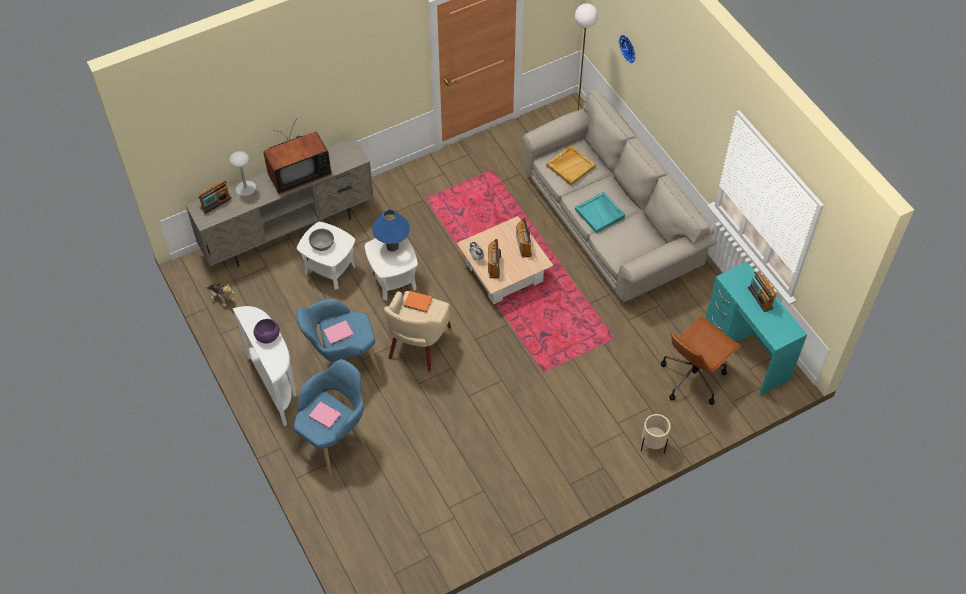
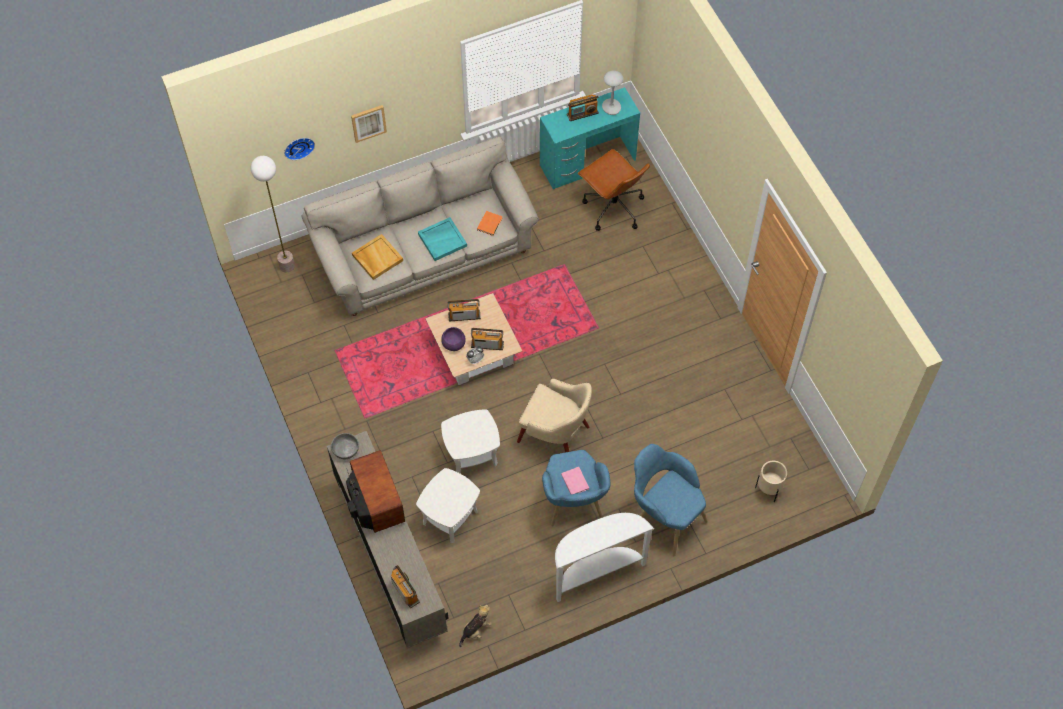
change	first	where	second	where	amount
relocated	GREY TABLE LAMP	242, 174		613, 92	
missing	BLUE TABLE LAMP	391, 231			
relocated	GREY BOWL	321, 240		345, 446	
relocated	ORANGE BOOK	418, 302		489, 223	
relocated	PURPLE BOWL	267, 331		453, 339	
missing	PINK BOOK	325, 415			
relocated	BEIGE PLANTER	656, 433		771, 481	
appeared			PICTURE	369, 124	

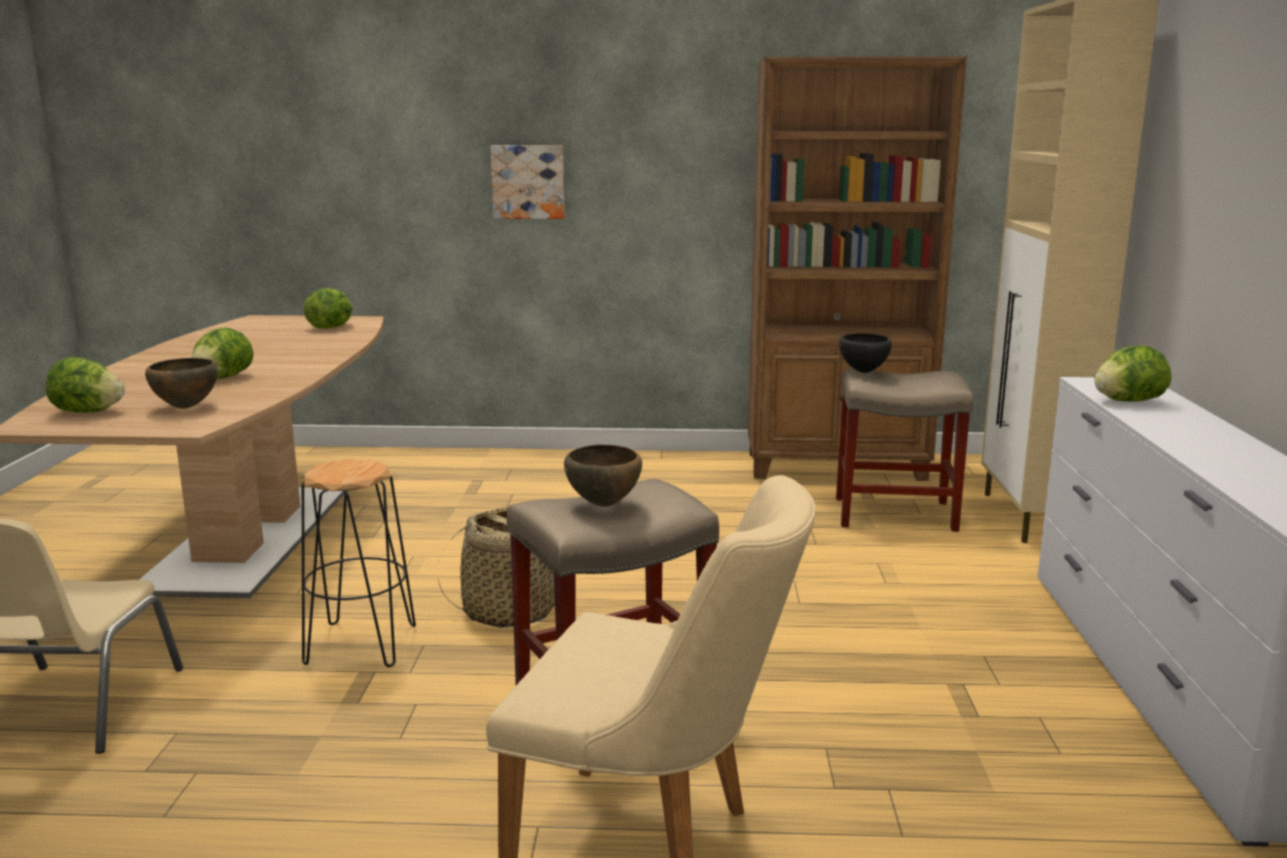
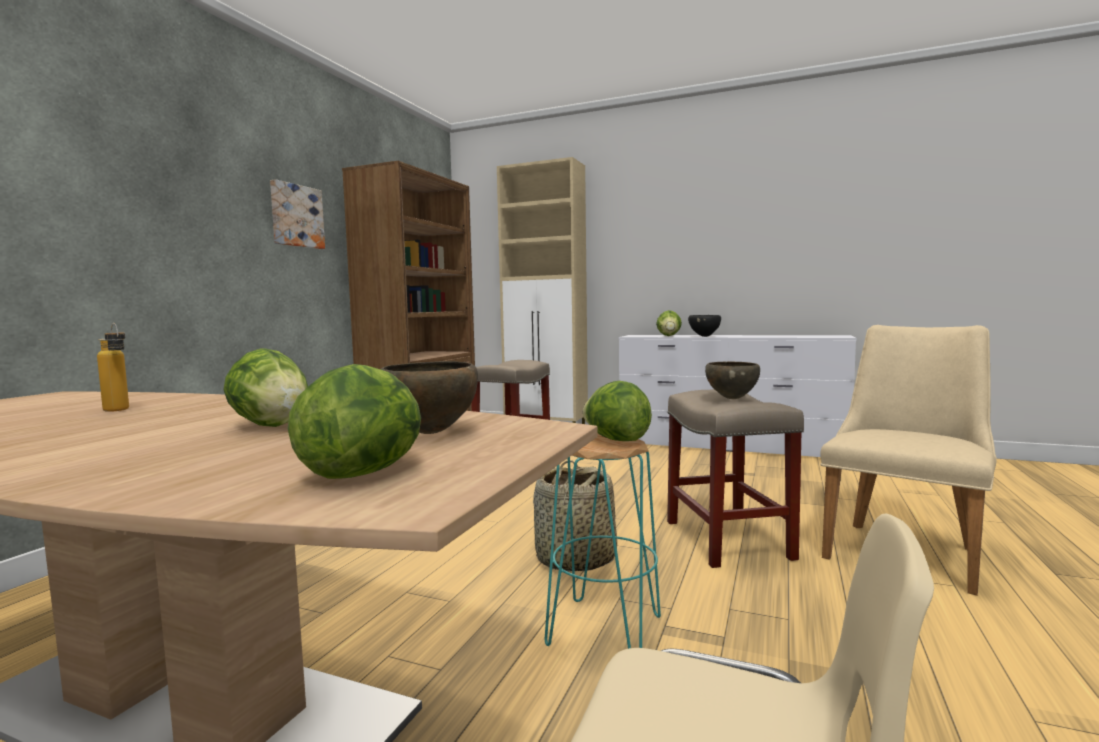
change	first	where	second	where	amount
relocated	PICTURE	527, 182		297, 214	
relocated	LETTUCE	328, 308		617, 411	
relocated	BLACK BOWL	865, 353		704, 326	
colour	BLACK STOOL	359, 563	TURQUOISE STOOL	603, 541	
appeared			BOTTLE	113, 367	

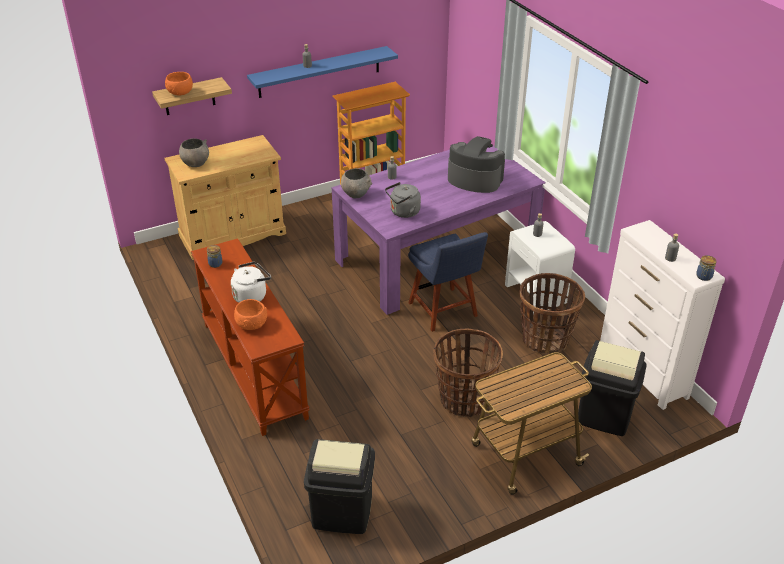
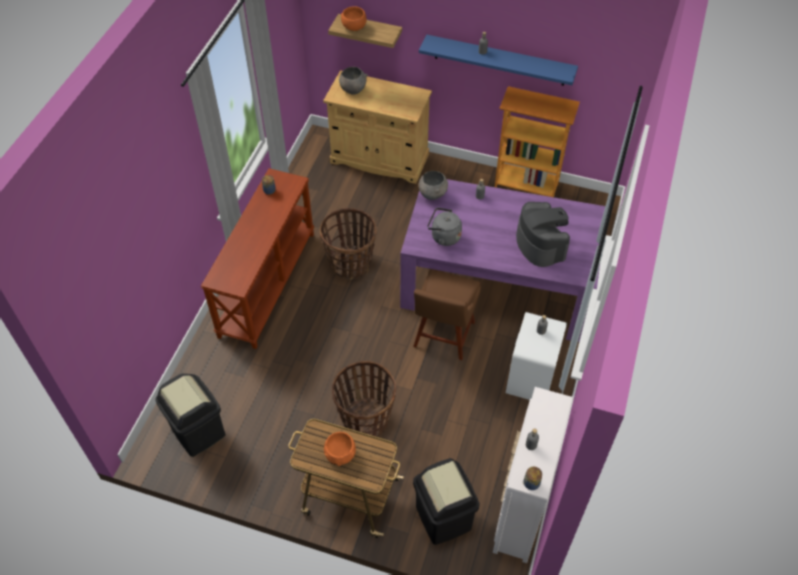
change	first	where	second	where	amount
colour	BLUE CHAIR	448, 282	BROWN CHAIR	447, 314	
missing	WHITE KETTLE	251, 282			
relocated	BASKET	552, 313		348, 244	
relocated	ORANGE BOWL	250, 314		340, 449	

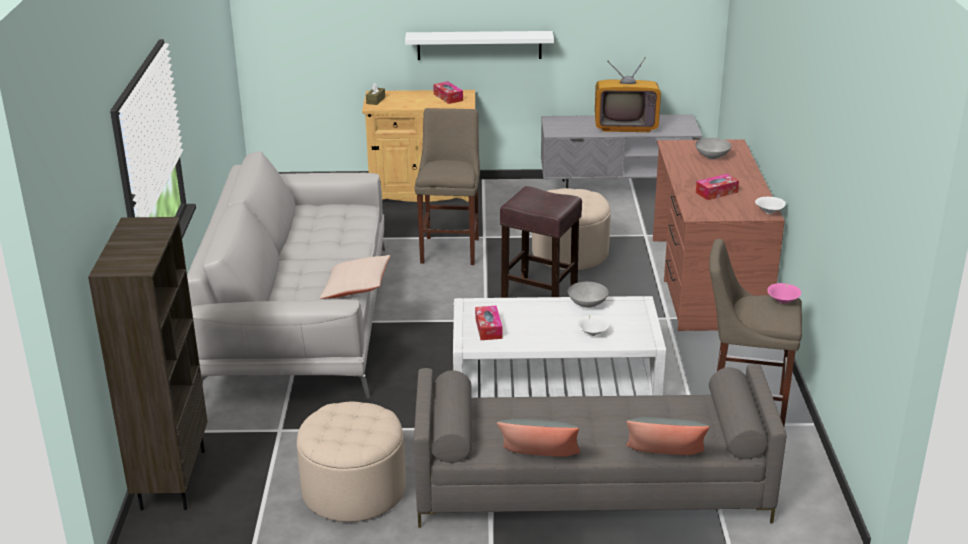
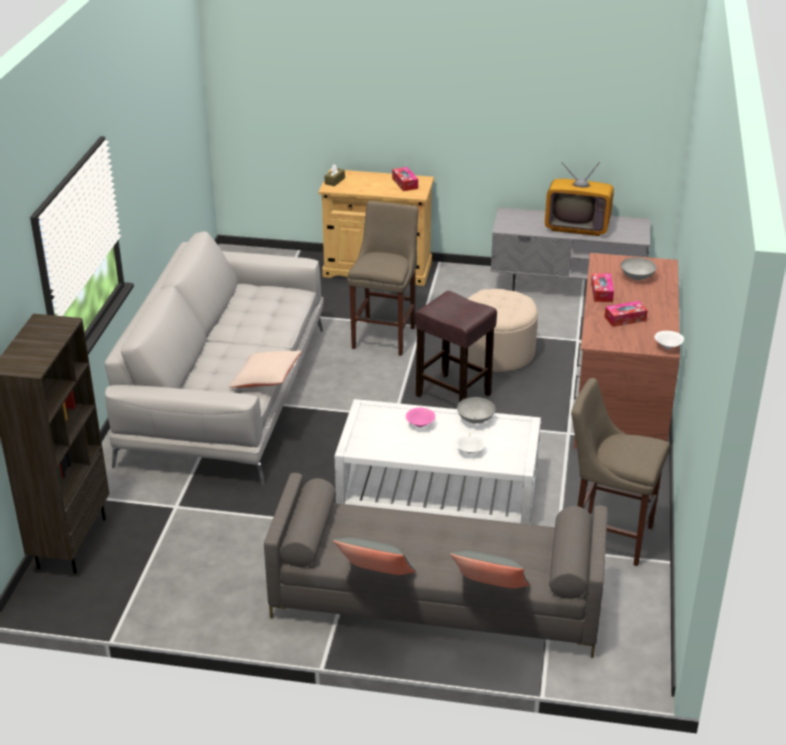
change	first	where	second	where	amount
missing	WHITE SHELF	479, 45			
relocated	PINK BOWL	784, 293		420, 417	
relocated	TISSUE BOX	488, 323		602, 287	
missing	BEIGE OTTOMAN	351, 462			

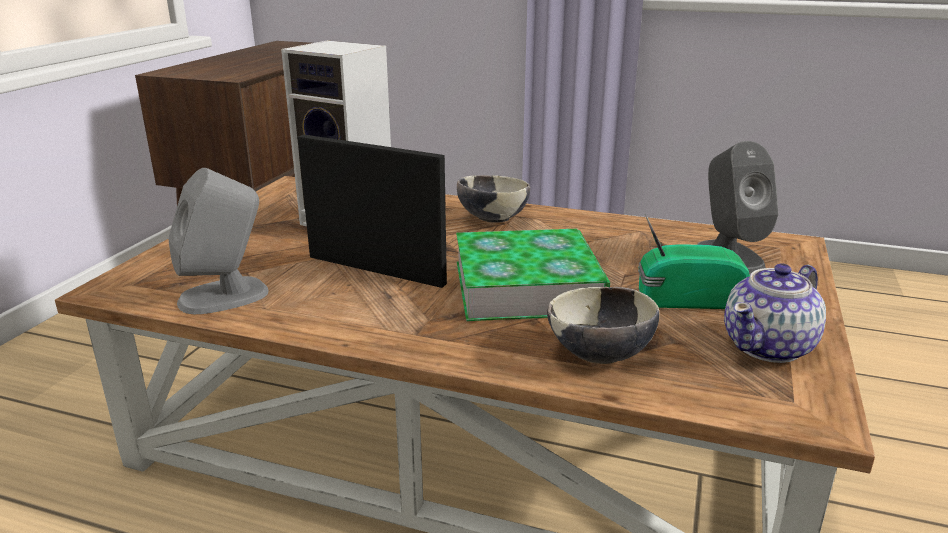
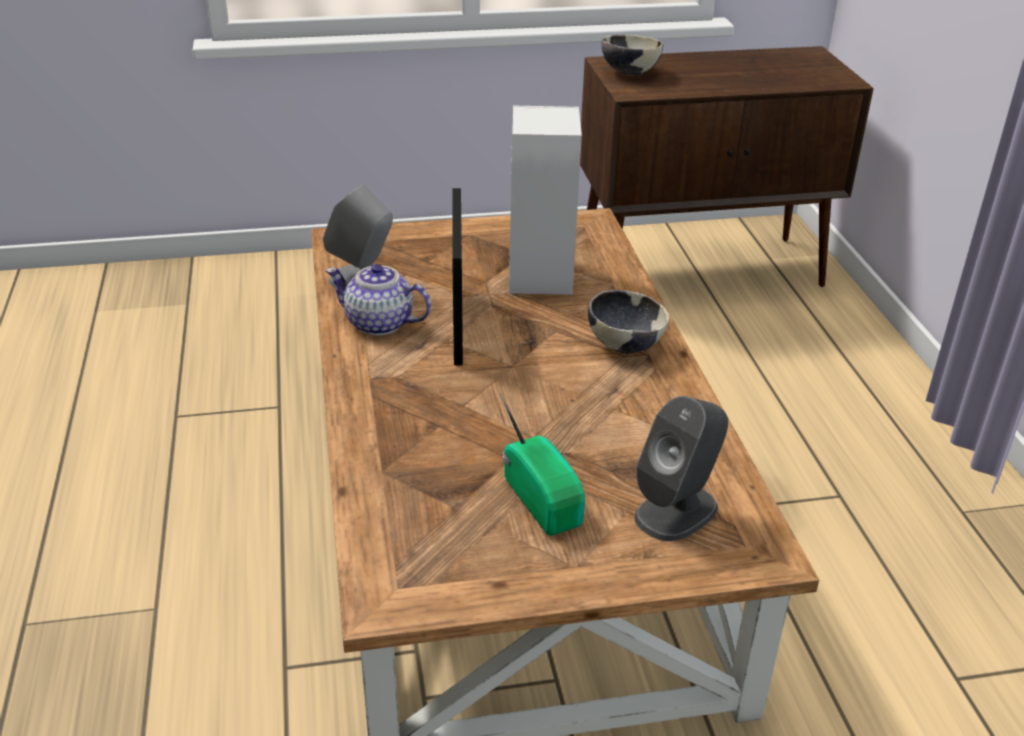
change	first	where	second	where	amount
missing	BOOK	533, 275			
relocated	TEAPOT	775, 313		378, 299	
relocated	BOWL	603, 325		632, 55	

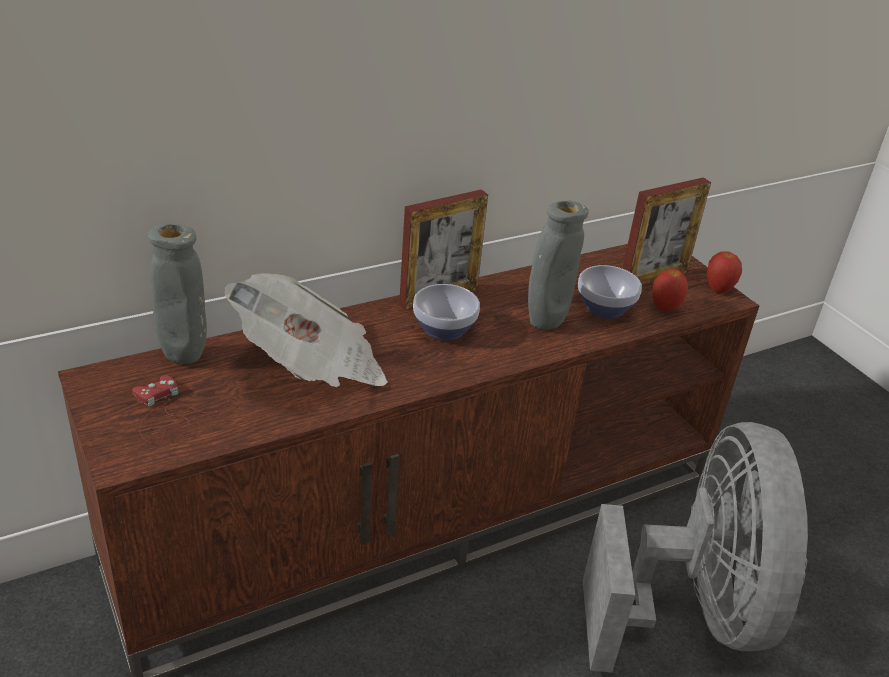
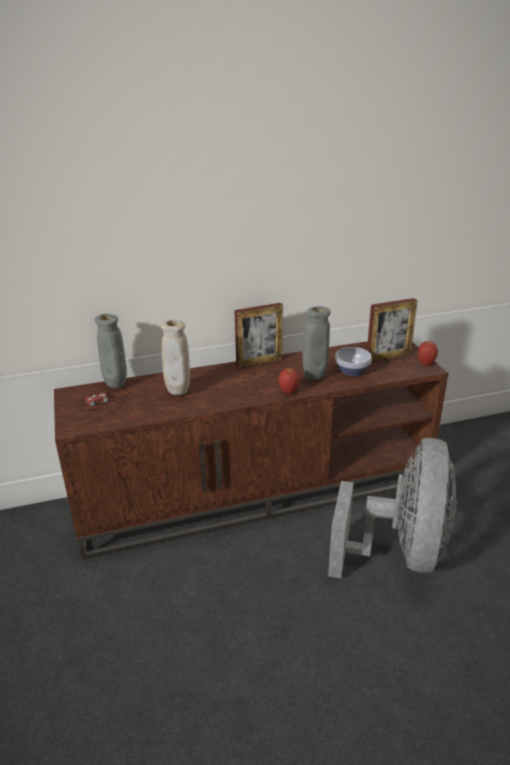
change	first	where	second	where	amount
relocated	APPLE	670, 290		289, 380	
exchanged	NEWSPAPER	306, 330	BEIGE VASE	175, 357	
missing	BOWL	446, 312			

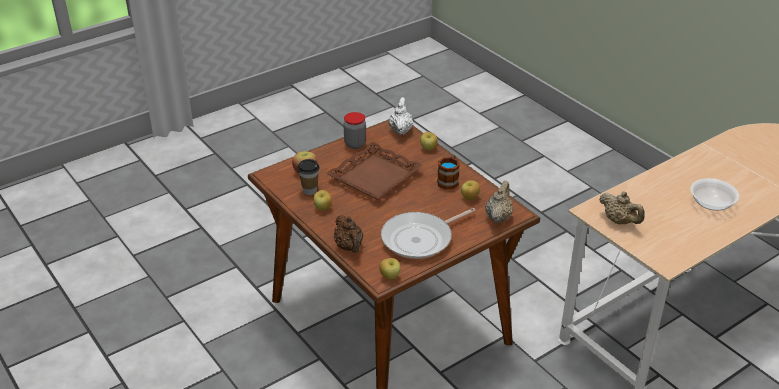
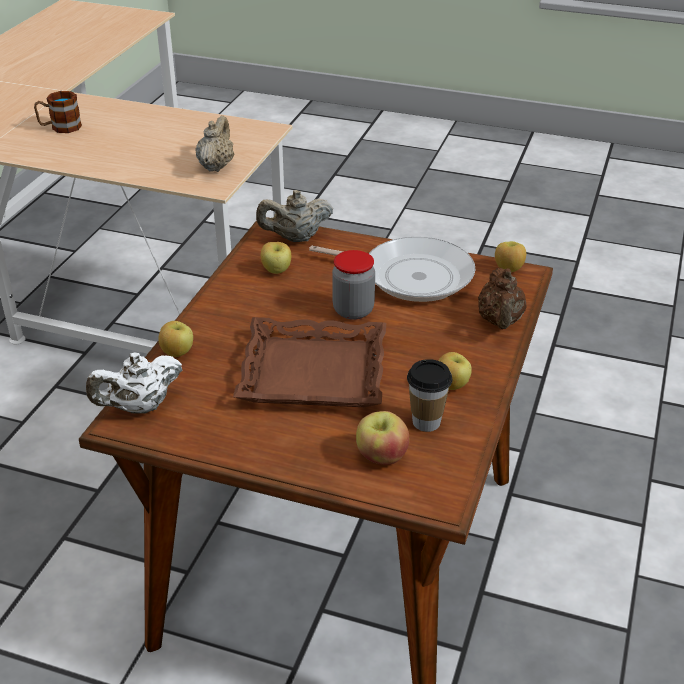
change	first	where	second	where	amount
relocated	JAR	354, 130		353, 285	
relocated	MUG	448, 172		58, 112	
missing	BOWL	714, 194			
spun	BROWN TEAPOT	348, 234		502, 298	150 degrees clockwise

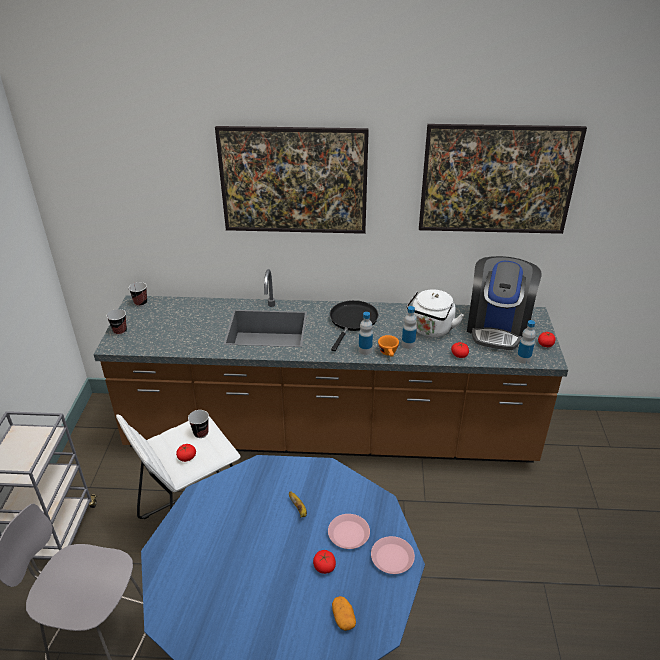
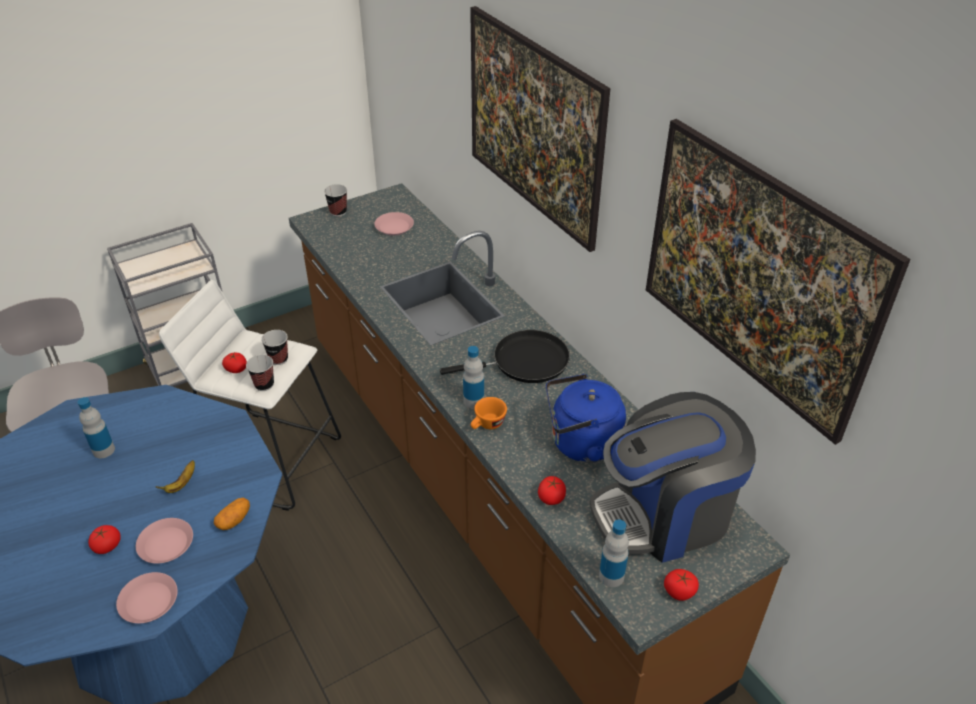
change	first	where	second	where	amount
relocated	CUP	138, 294		260, 373	
colour	WHITE KETTLE	435, 313	BLUE KETTLE	586, 418	
relocated	BOTTLE	409, 327		96, 427	
relocated	POTATO	344, 613		232, 513	
appeared			PINK PLATE	394, 223	

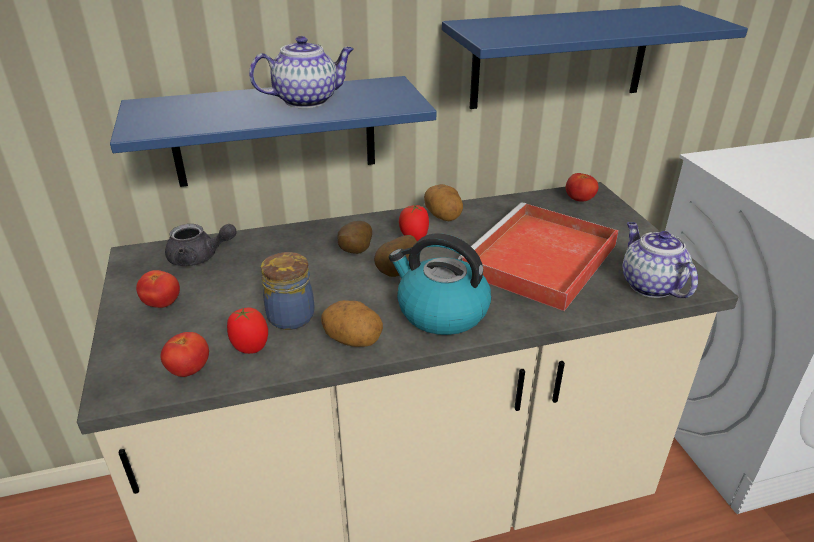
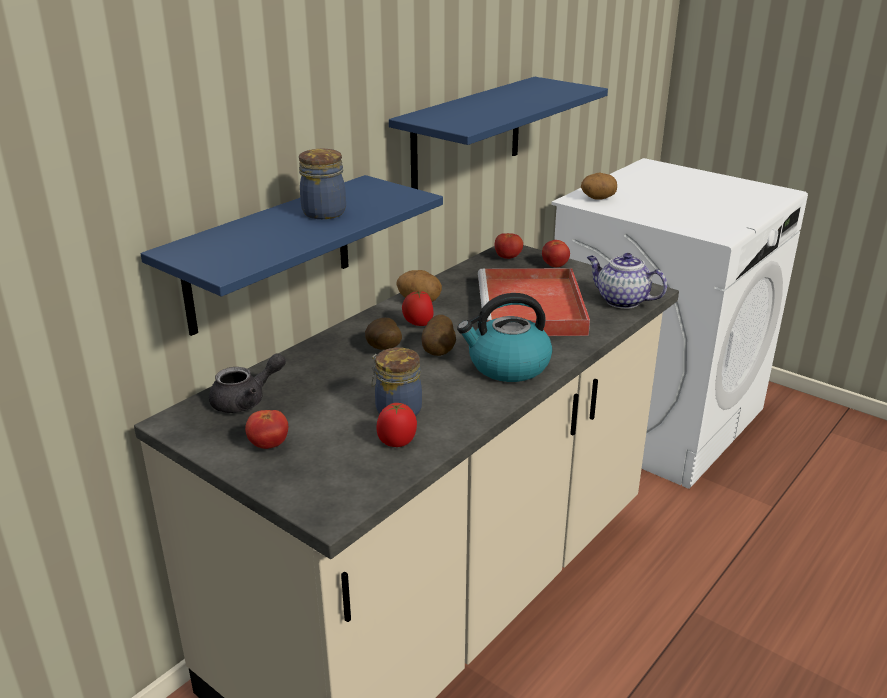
change	first	where	second	where	amount
exchanged	TEAPOT	301, 72	JAR	322, 184	
relocated	POTATO	352, 323		599, 186	
relocated	TOMATO	184, 354		556, 253	

